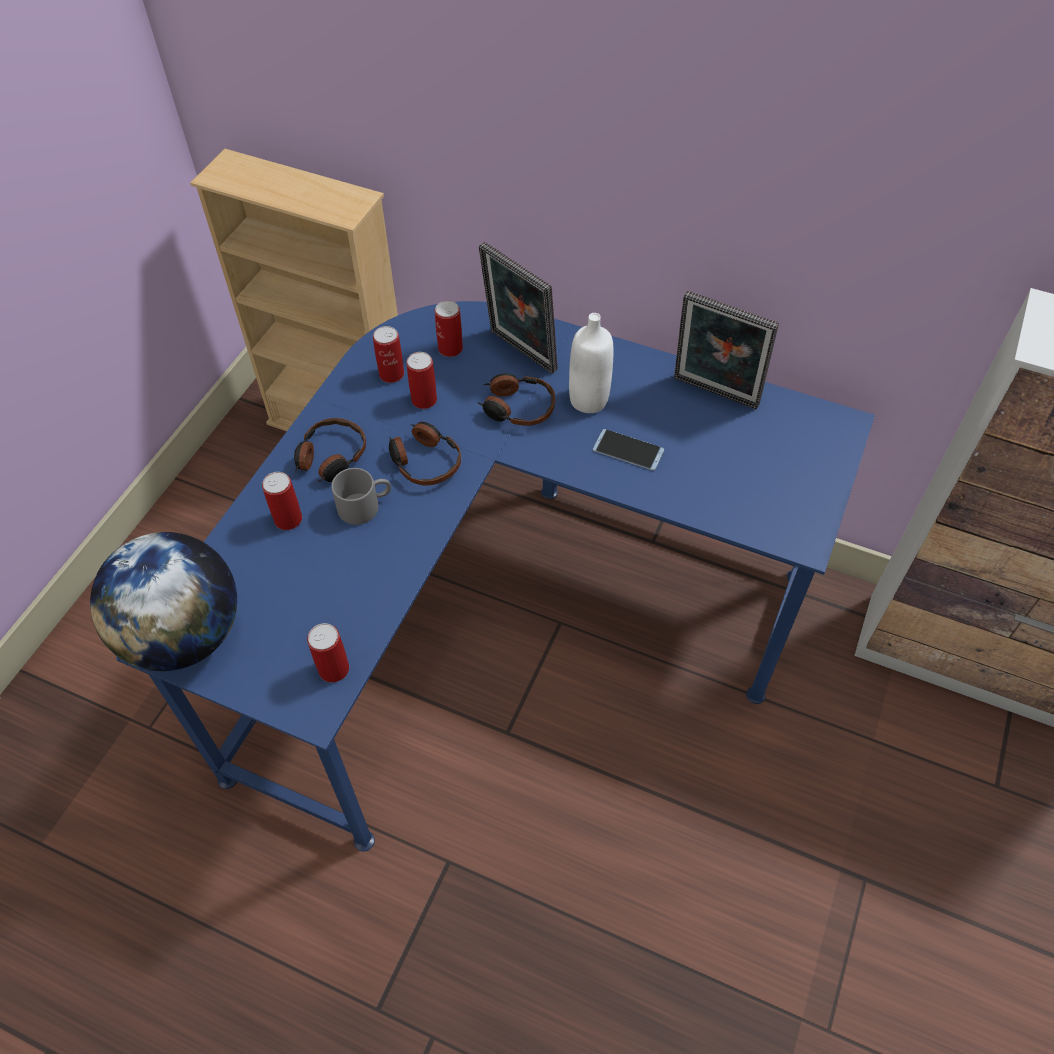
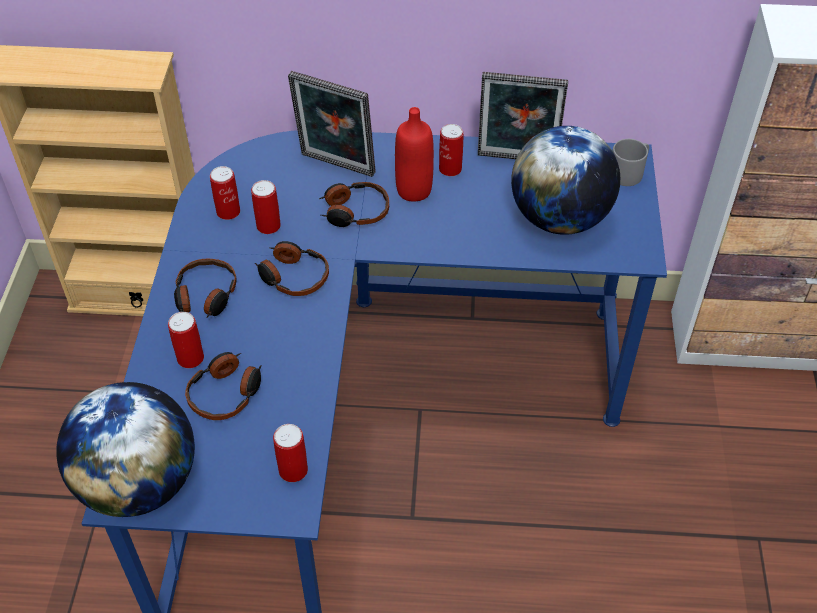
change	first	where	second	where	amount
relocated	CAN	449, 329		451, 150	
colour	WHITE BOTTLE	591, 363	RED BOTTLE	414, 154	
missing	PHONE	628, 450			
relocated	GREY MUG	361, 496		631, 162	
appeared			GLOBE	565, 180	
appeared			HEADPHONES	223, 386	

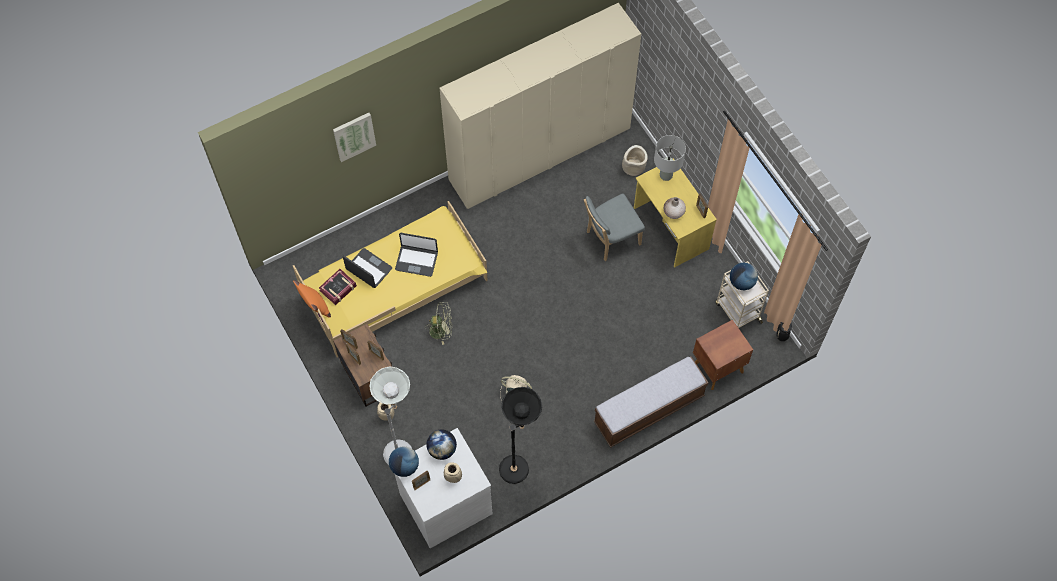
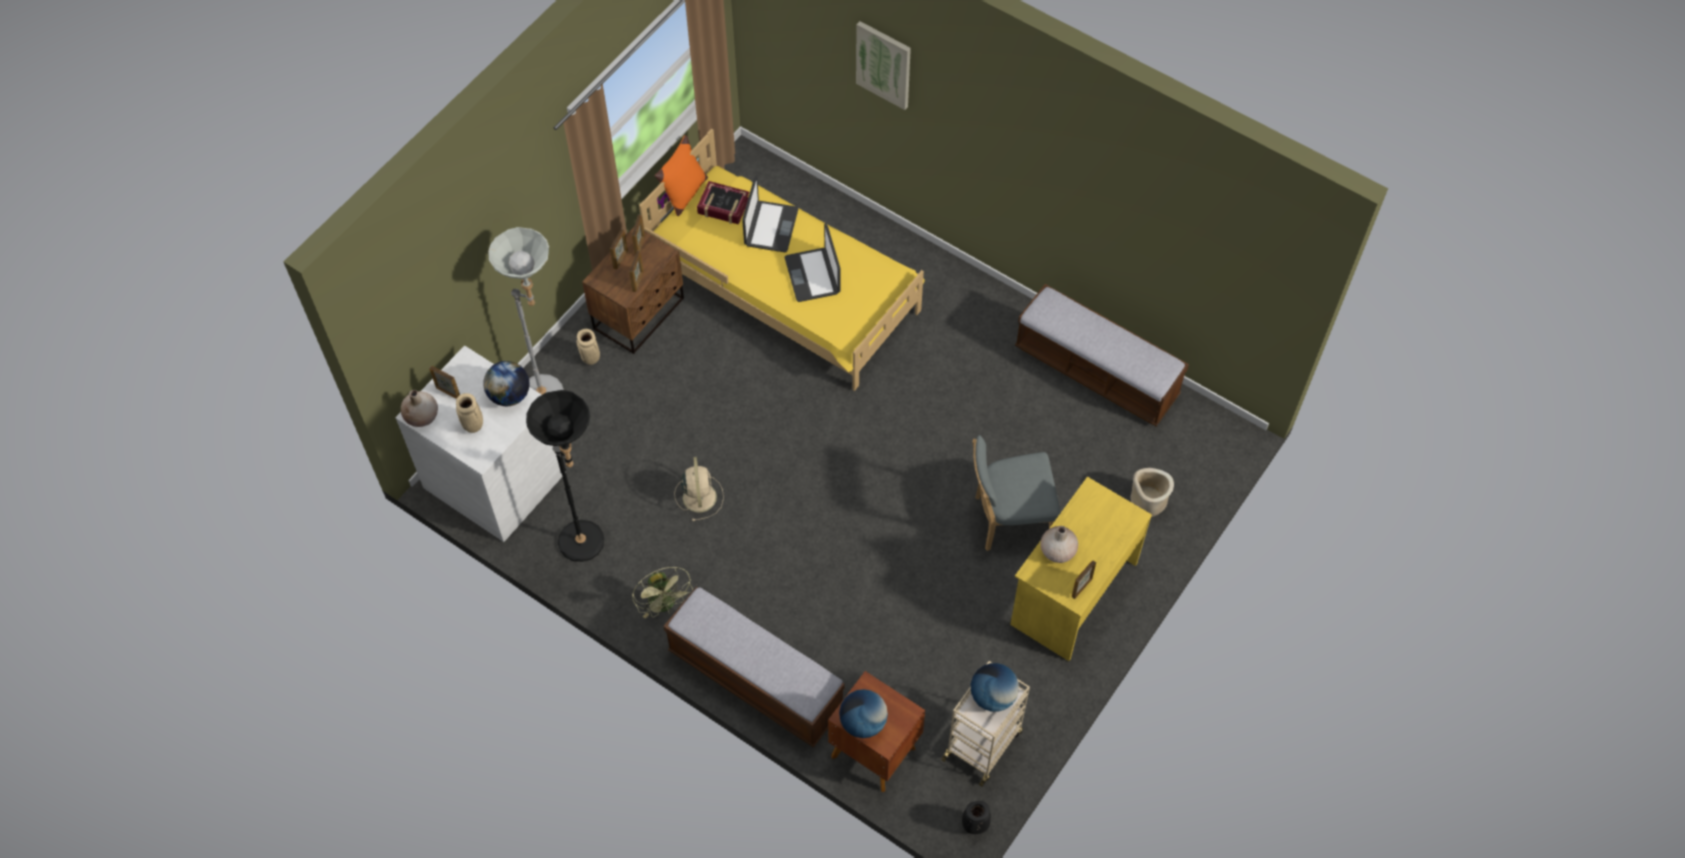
change	first	where	second	where	amount
exchanged	BEIGE WARDROBE	540, 106	BENCH	1102, 355	
missing	GREY TABLE LAMP	670, 158			
spun	GREY CHAIR	614, 227		1016, 493	45 degrees counterclockwise
relocated	GREEN FAN	438, 323		662, 592	
relocated	GLOBE	404, 461		863, 713	
appeared			BEIGE VASE	419, 408	

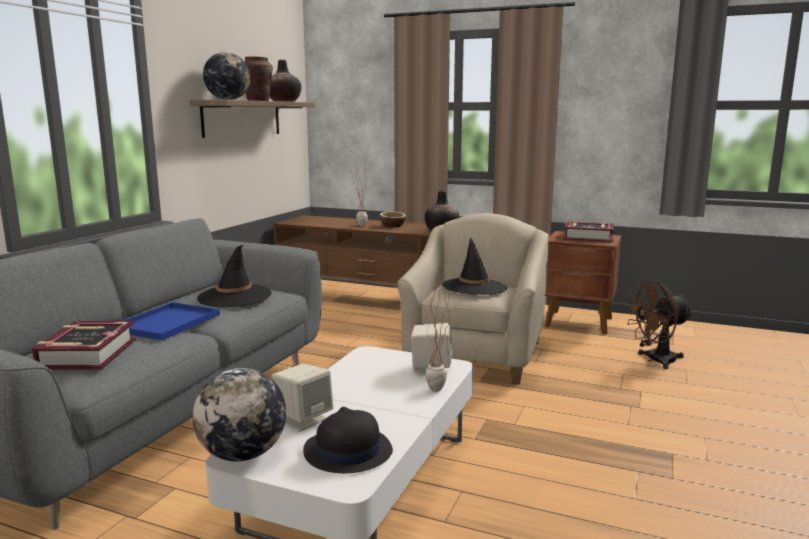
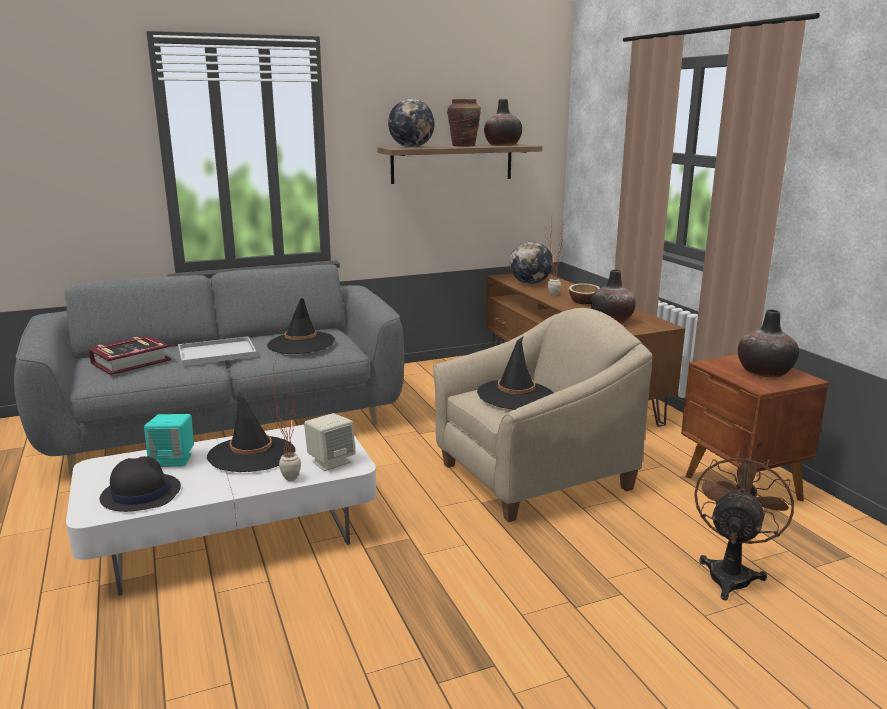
change	first	where	second	where	amount
exchanged	BOOK	589, 231	VASE	768, 344	
spun	BROWN FAN	658, 325		744, 525	90 degrees clockwise
colour	BLUE TRAY	171, 321	WHITE TRAY	217, 351	
colour	BEIGE SPEAKER	302, 398	TURQUOISE SPEAKER	169, 440	
relocated	GLOBE	239, 414		531, 262	
appeared			BLACK HAT	251, 431	

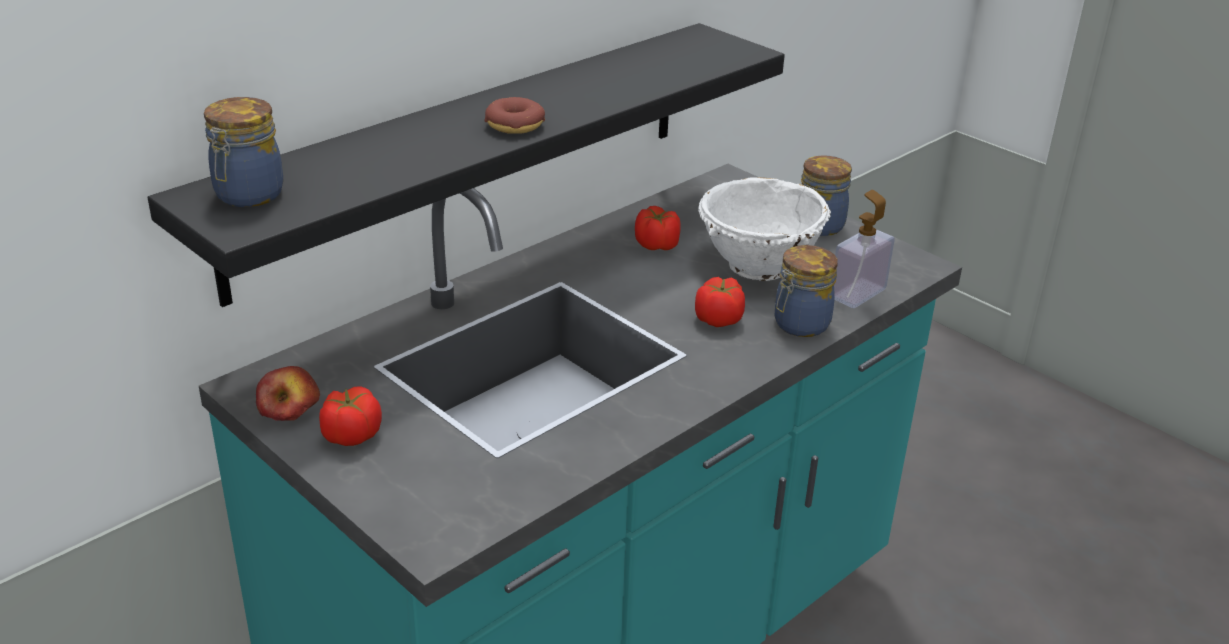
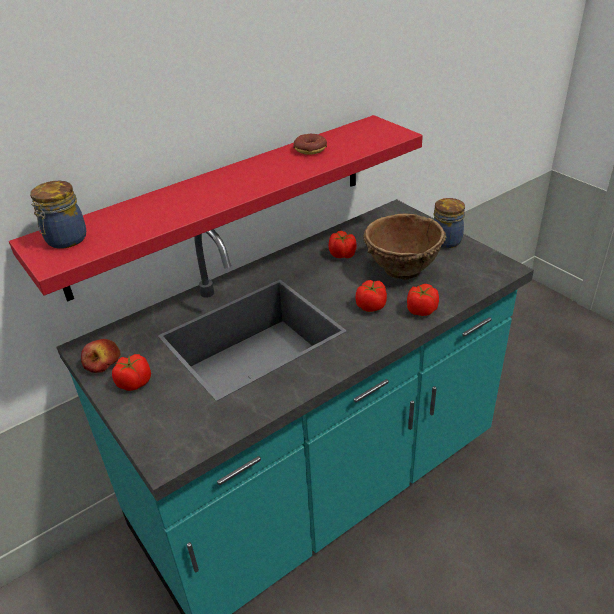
change	first	where	second	where	amount
colour	BLACK SHELF	466, 165	RED SHELF	216, 208	
relocated	DONUT	515, 115		310, 144	
colour	WHITE BOWL	764, 229	BROWN BOWL	404, 246	
missing	SOAP DISPENSER	864, 249			
exchanged	JAR	806, 291	TOMATO	423, 300	

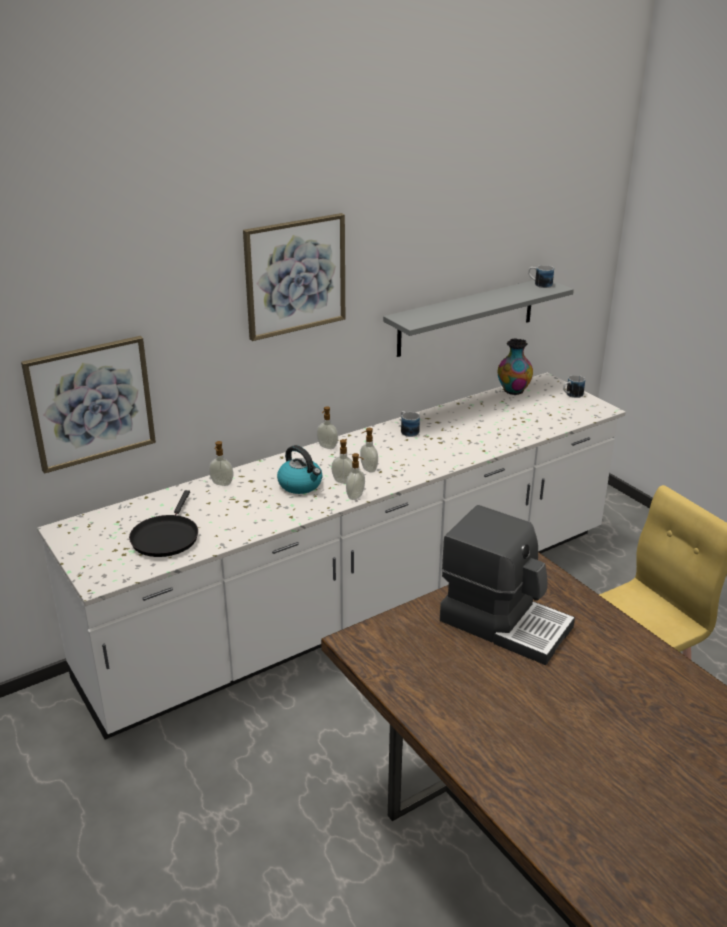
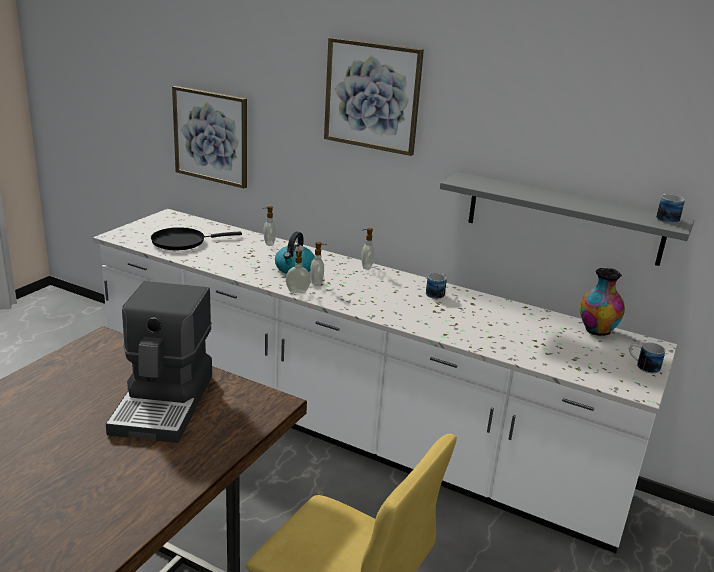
change	first	where	second	where	amount
missing	SOAP DISPENSER	369, 450			

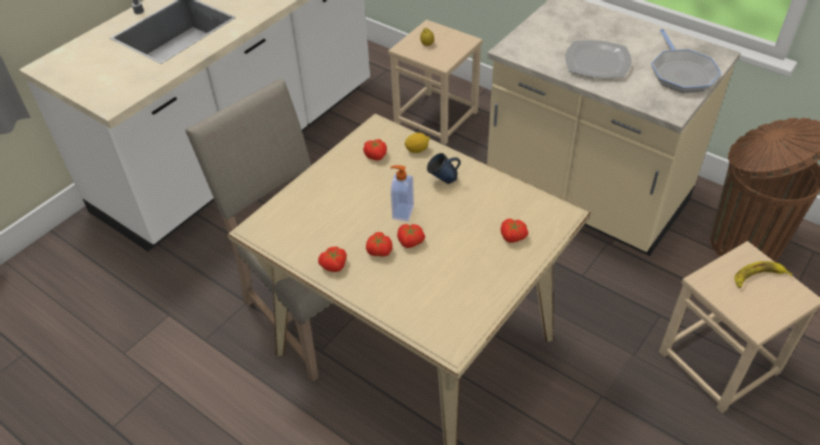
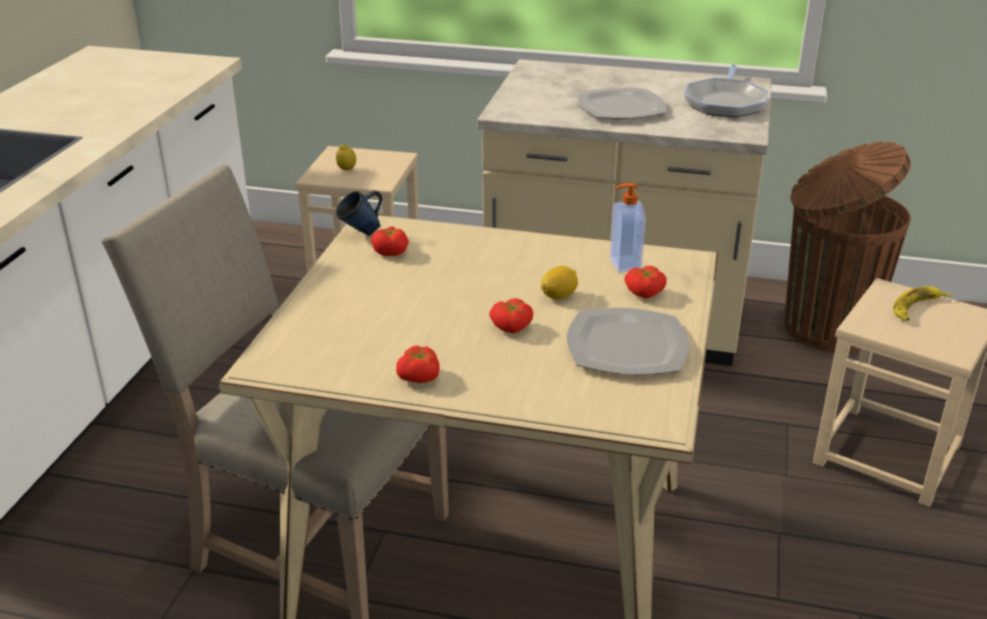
change	first	where	second	where	amount
spun	FRYING PAN	686, 61		726, 90	45 degrees clockwise
relocated	LEMON	417, 143		559, 283	
relocated	BLUE MUG	444, 168		359, 213	
relocated	SOAP DISPENSER	402, 193		627, 228	
missing	TOMATO	379, 244			
appeared			PLATE	627, 341	

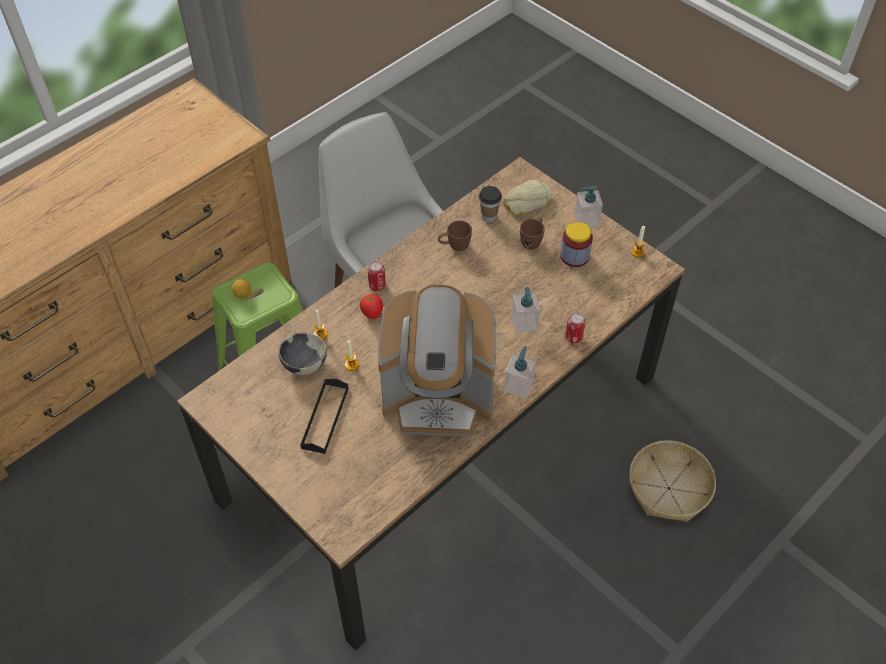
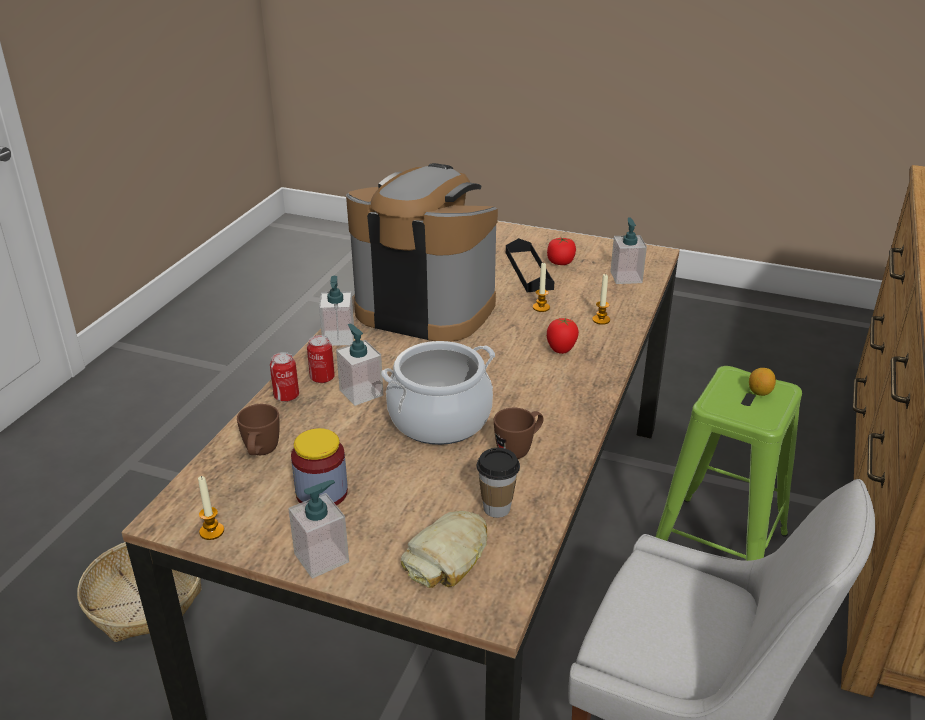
change	first	where	second	where	amount
relocated	BROWN MUG	532, 233		258, 429	
relocated	CAN	377, 276		321, 359	
spun	COFFEE MACHINE	437, 361		422, 252	45 degrees clockwise
missing	BOWL	302, 354			
appeared			SOAP DISPENSER	628, 250	
appeared			TOMATO	561, 251	
appeared			COOKING POT	438, 393	

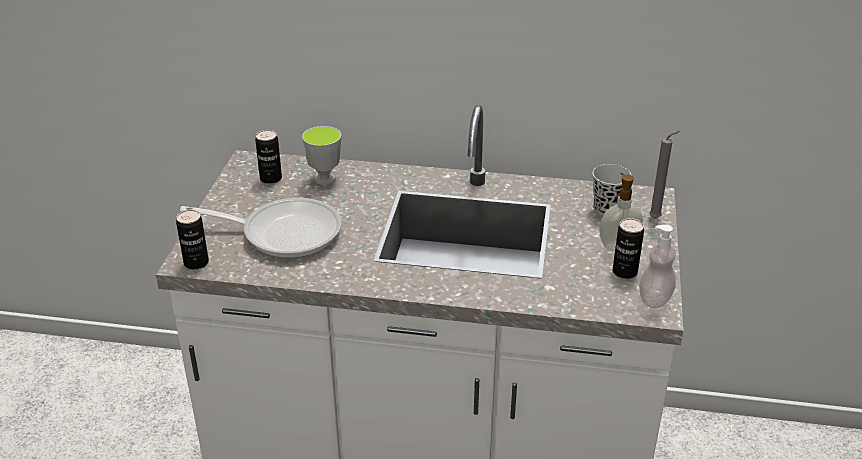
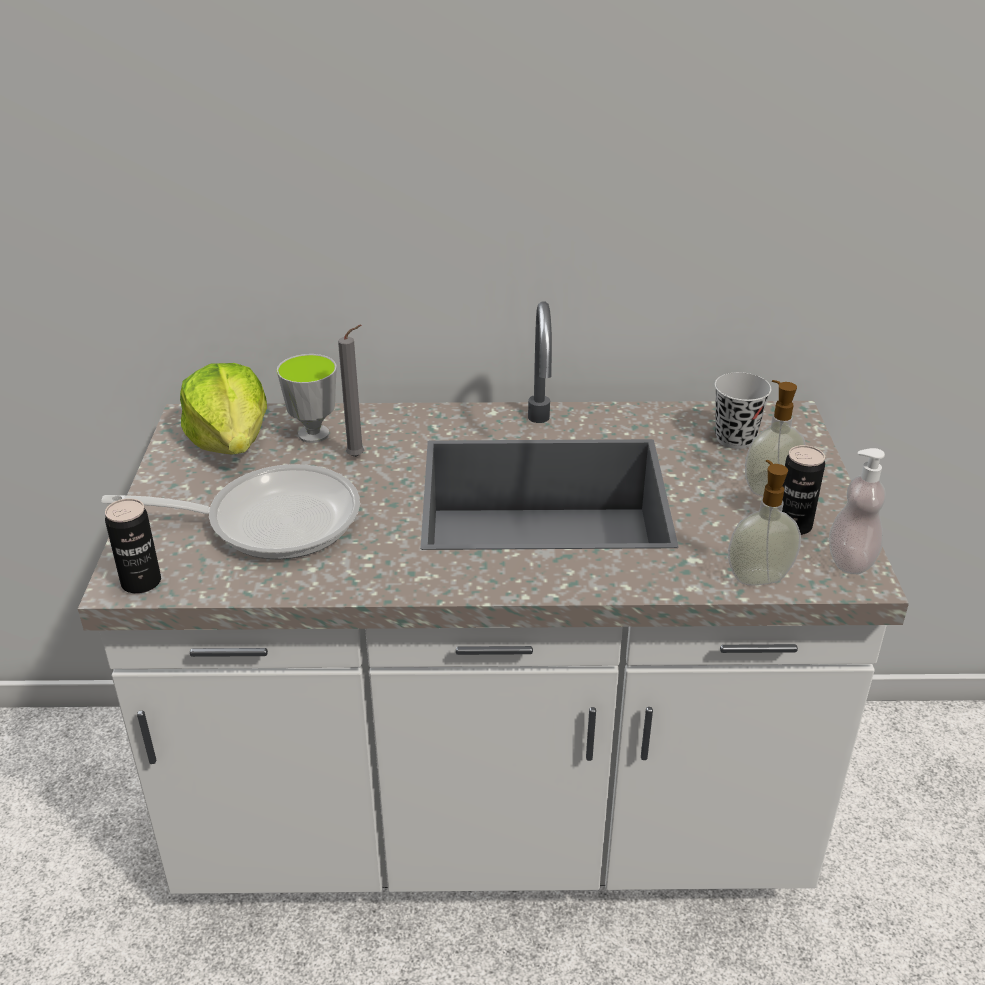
change	first	where	second	where	amount
exchanged	CAN	268, 157	LETTUCE	223, 408	
relocated	GREY CANDLE	664, 174		351, 391	
appeared			SOAP DISPENSER	764, 523	

